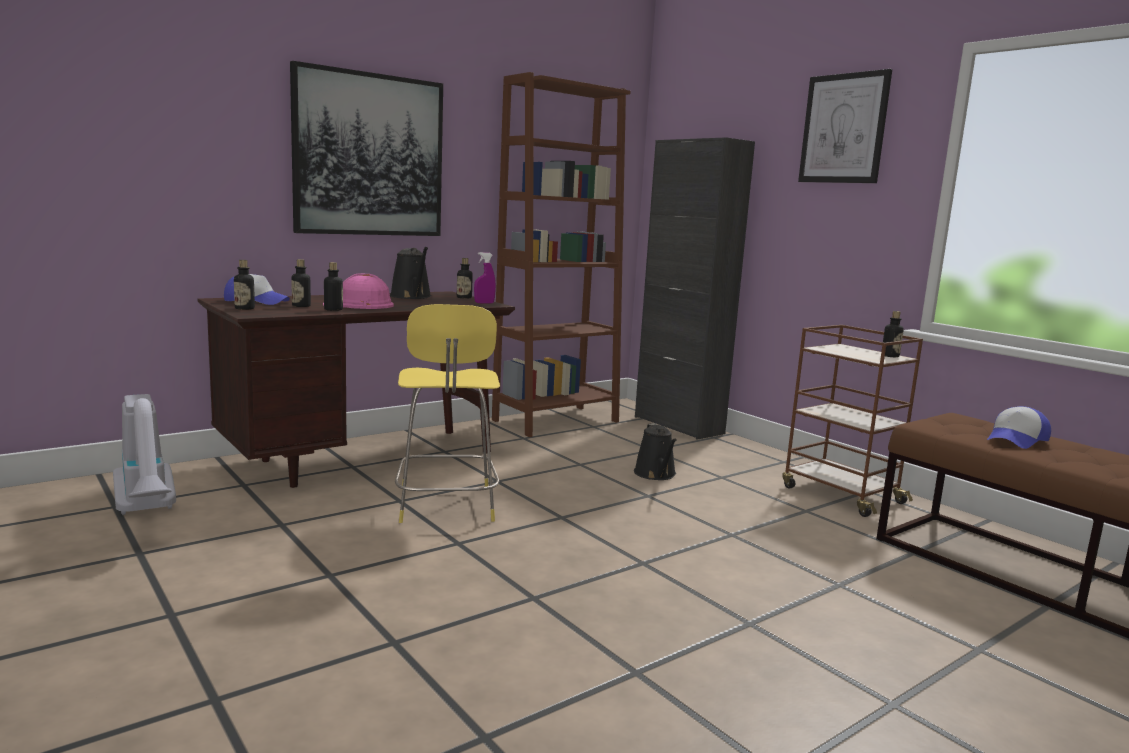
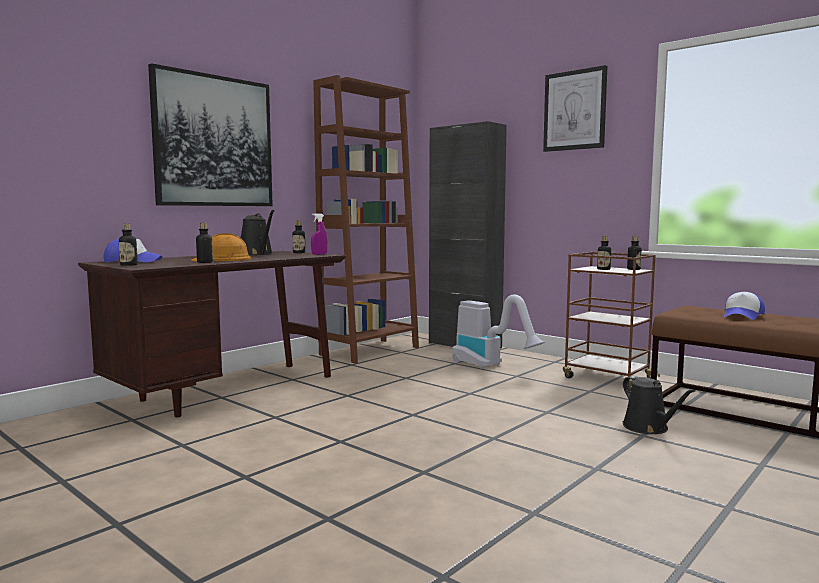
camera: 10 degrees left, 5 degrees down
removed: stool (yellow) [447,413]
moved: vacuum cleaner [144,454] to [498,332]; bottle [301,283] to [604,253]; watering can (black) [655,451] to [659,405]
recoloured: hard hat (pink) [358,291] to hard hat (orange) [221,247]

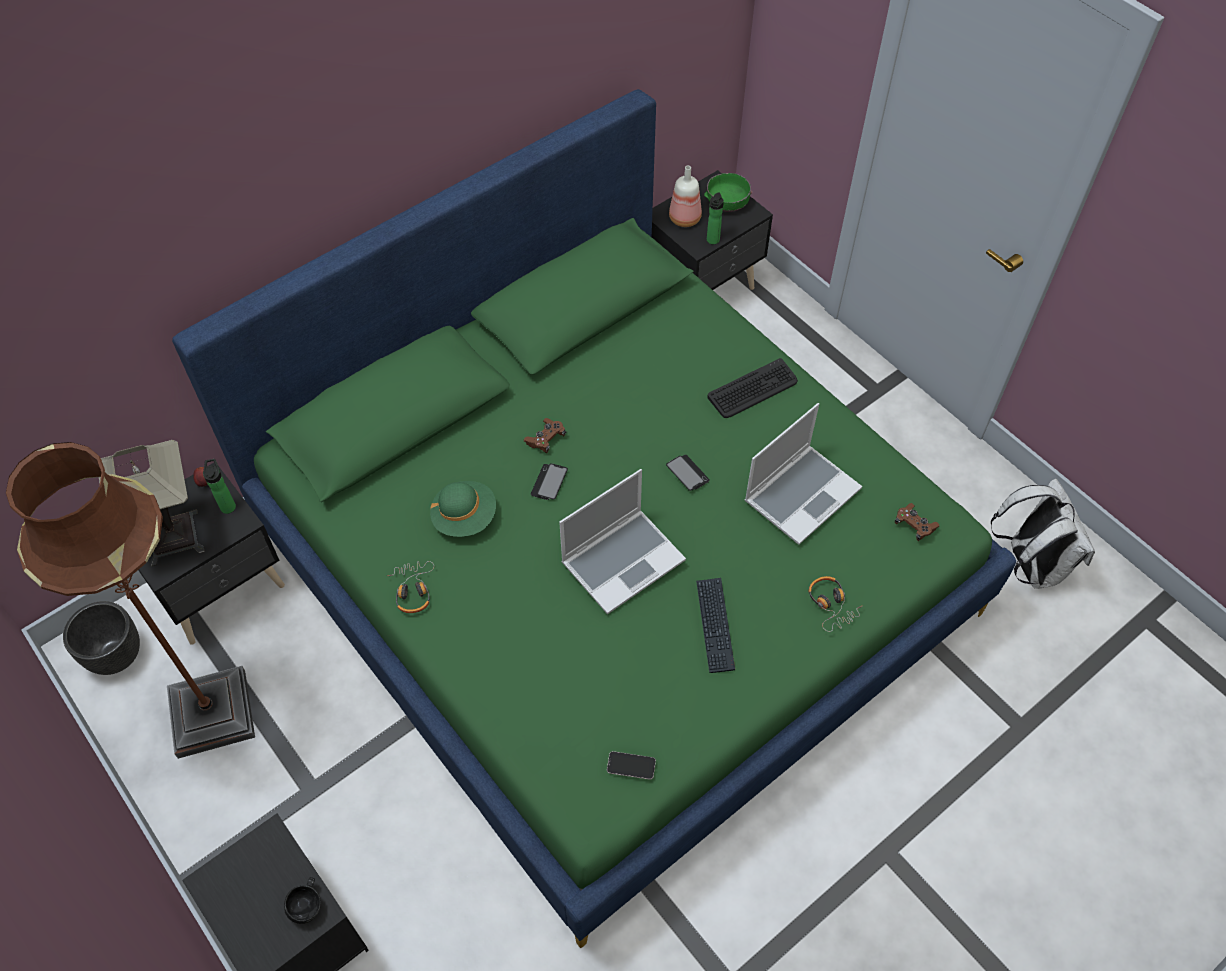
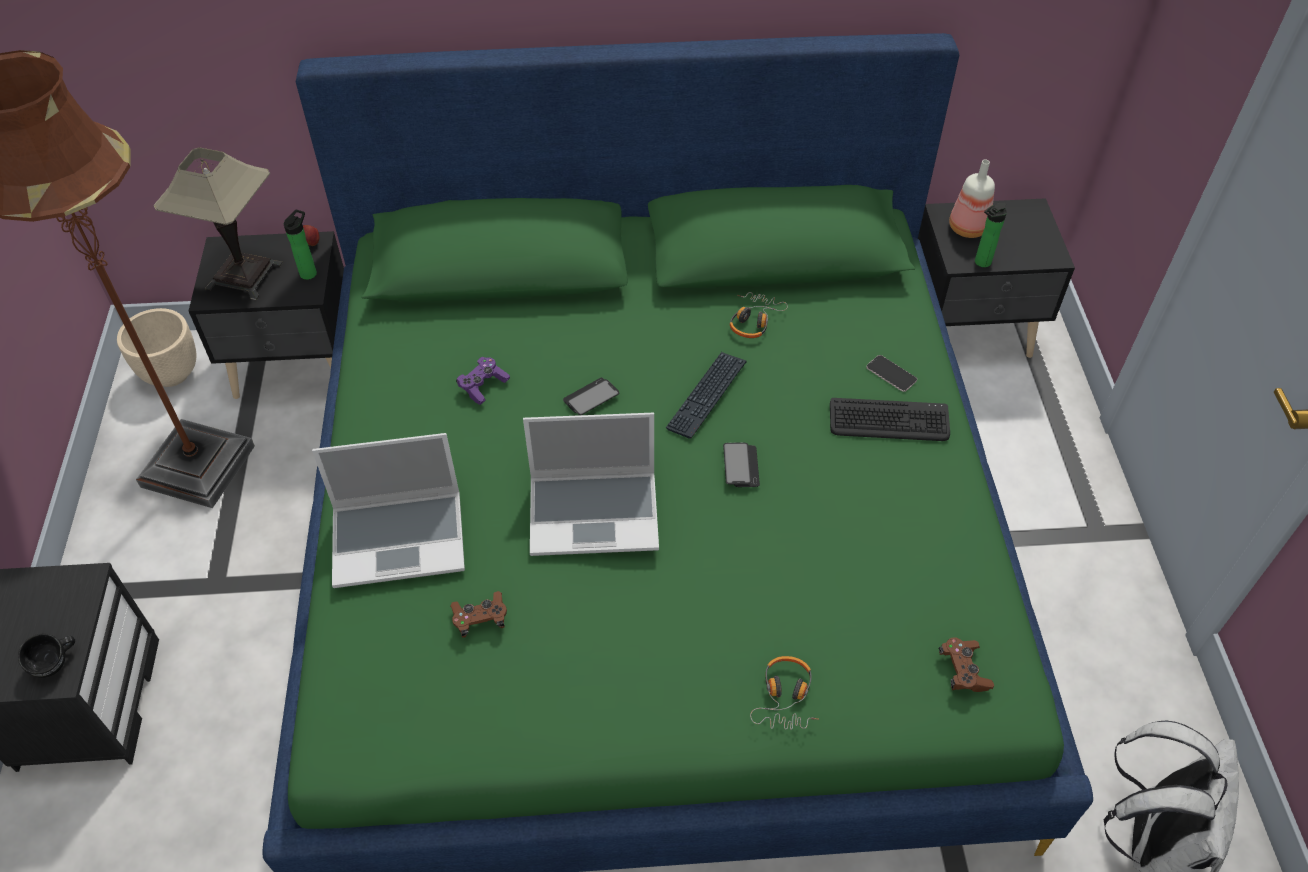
camera: 35 degrees right, 5 degrees down
removed: bowl (green) [728,192]
moved: headphones [411,587] to [759,315]; game controller (brown) [545,435] to [478,614]; phone [631,765] to [891,373]; keyboard [715,625] to [706,395]; laptop [803,474] to [388,510]
replaced: hat (green) [463,509] to game controller (purple) [483,381]
recoloured: planter (black) [101,638] to planter (beige) [156,347]

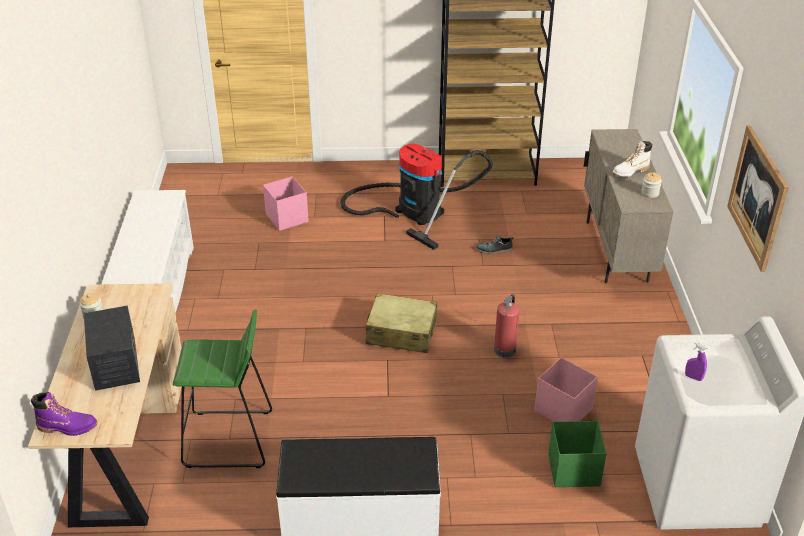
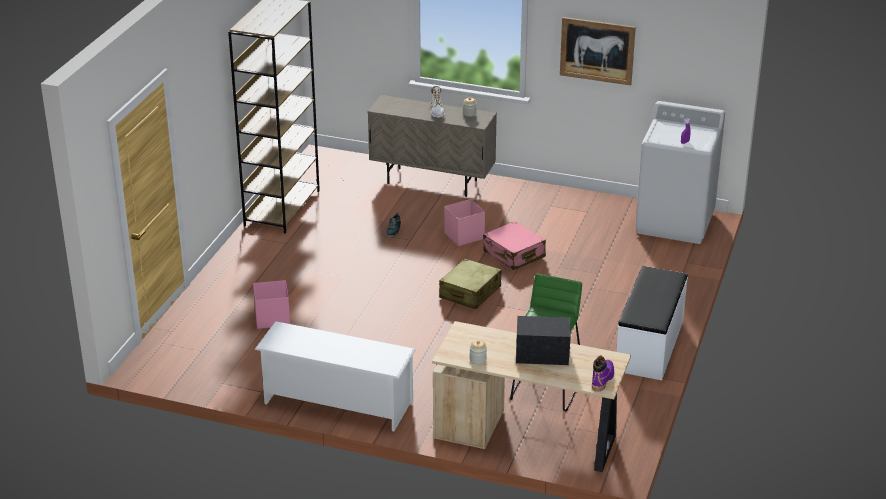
camera: 70 degrees left, 5 degrees down
removed: vacuum cleaner [416,196]; storage box (green) [577,454]
moved: storage box (pink) [566,389] to [465,222]
replaced: fire extinguisher [506,325] to suitcase (pink) [514,245]

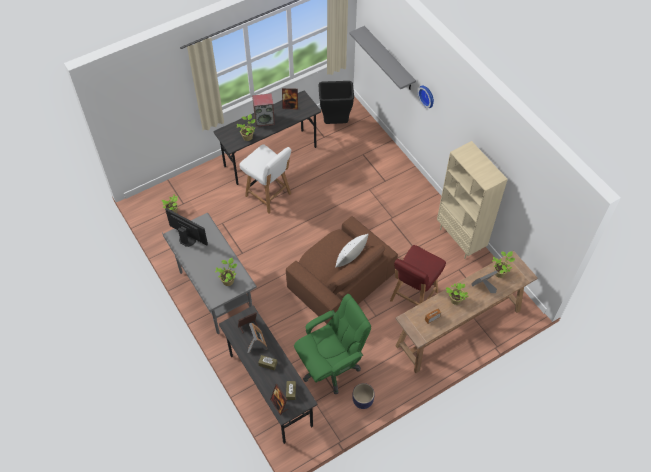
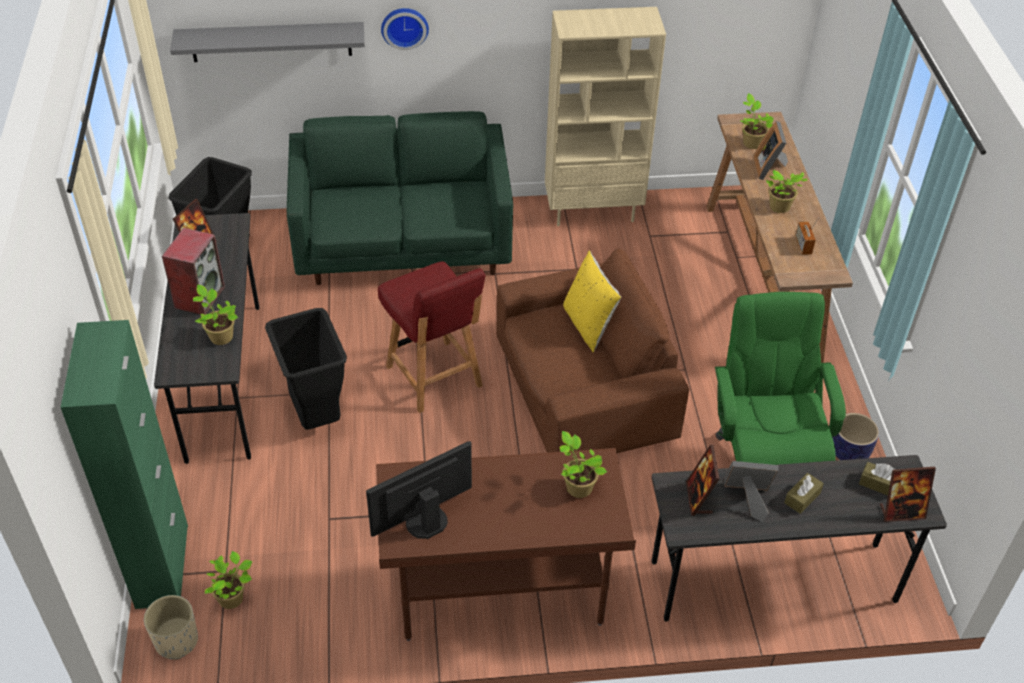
camera: 65 degrees left, 10 degrees down
added: cabinet (green) [124,464]; planter (beige) [171,627]; sofa (green) [400,198]
moved: chair (red) [418,275] to [431,337]
replaced: chair (white) [265,179] to trash can (black) [306,369]
recoloured: desk (grey) [209,273] to desk (brown) [506,544]; pillow (white) [352,250] to pillow (yellow) [592,302]

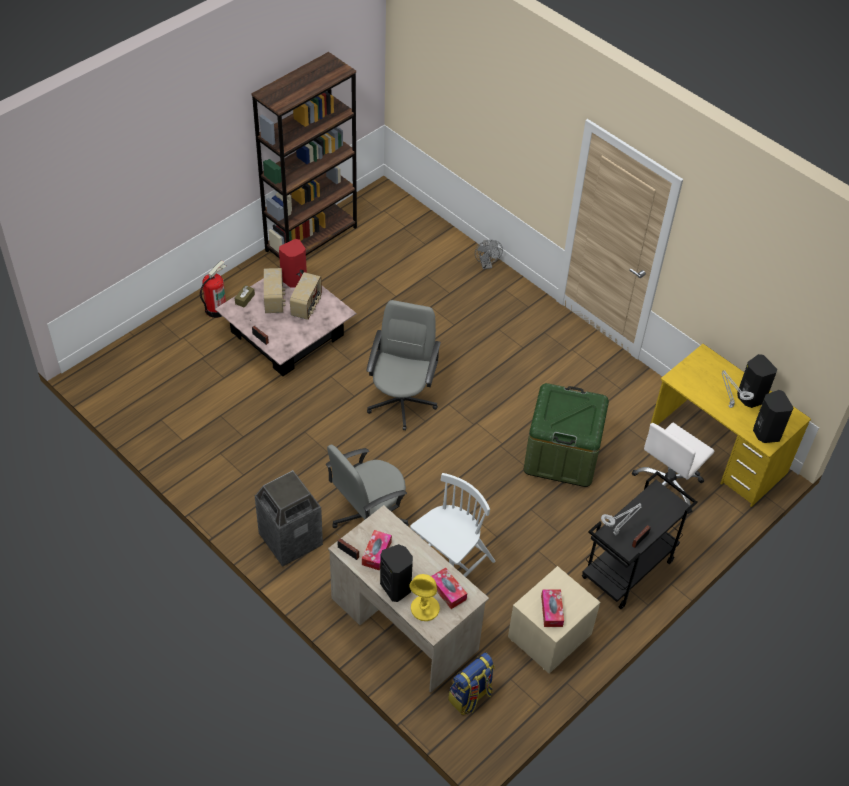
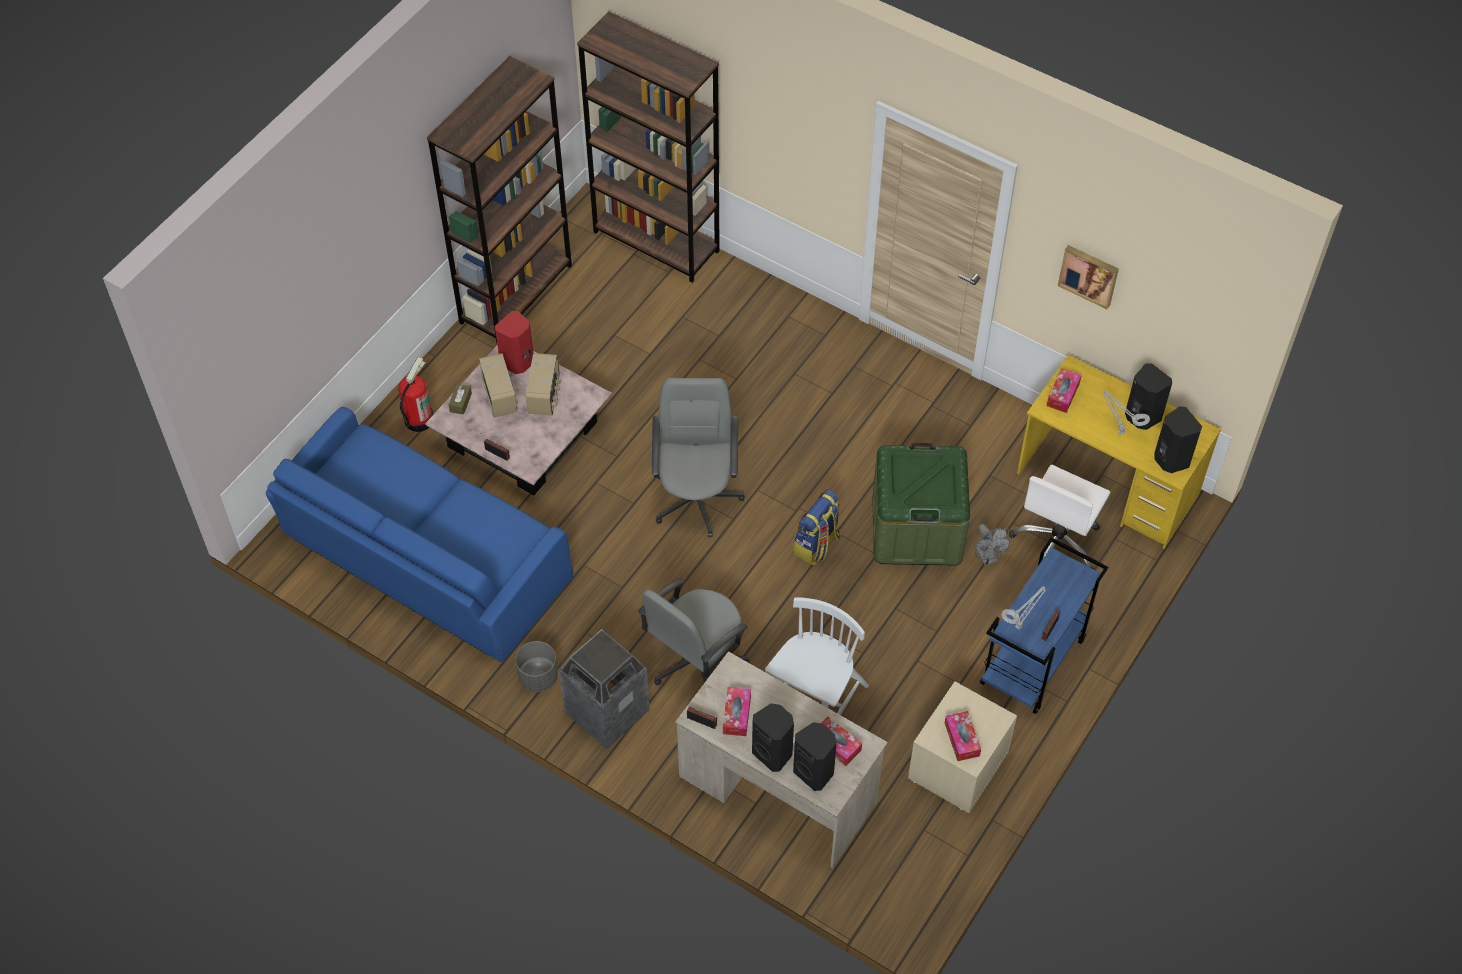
camera: 10 degrees left, 5 degrees up
added: sofa (blue) [419,534]; planter (grey) [536,666]; bookcase (brown) [648,147]; tissue box [1064,390]; picture [1088,277]
moved: backpack [471,683] to [817,527]; fan (grey) [489,254] to [993,545]
replaced: table lamp (yellow) [425,597] to speaker (black) [815,756]
recoloured: cart (black) [640,540] to cart (blue) [1043,625]

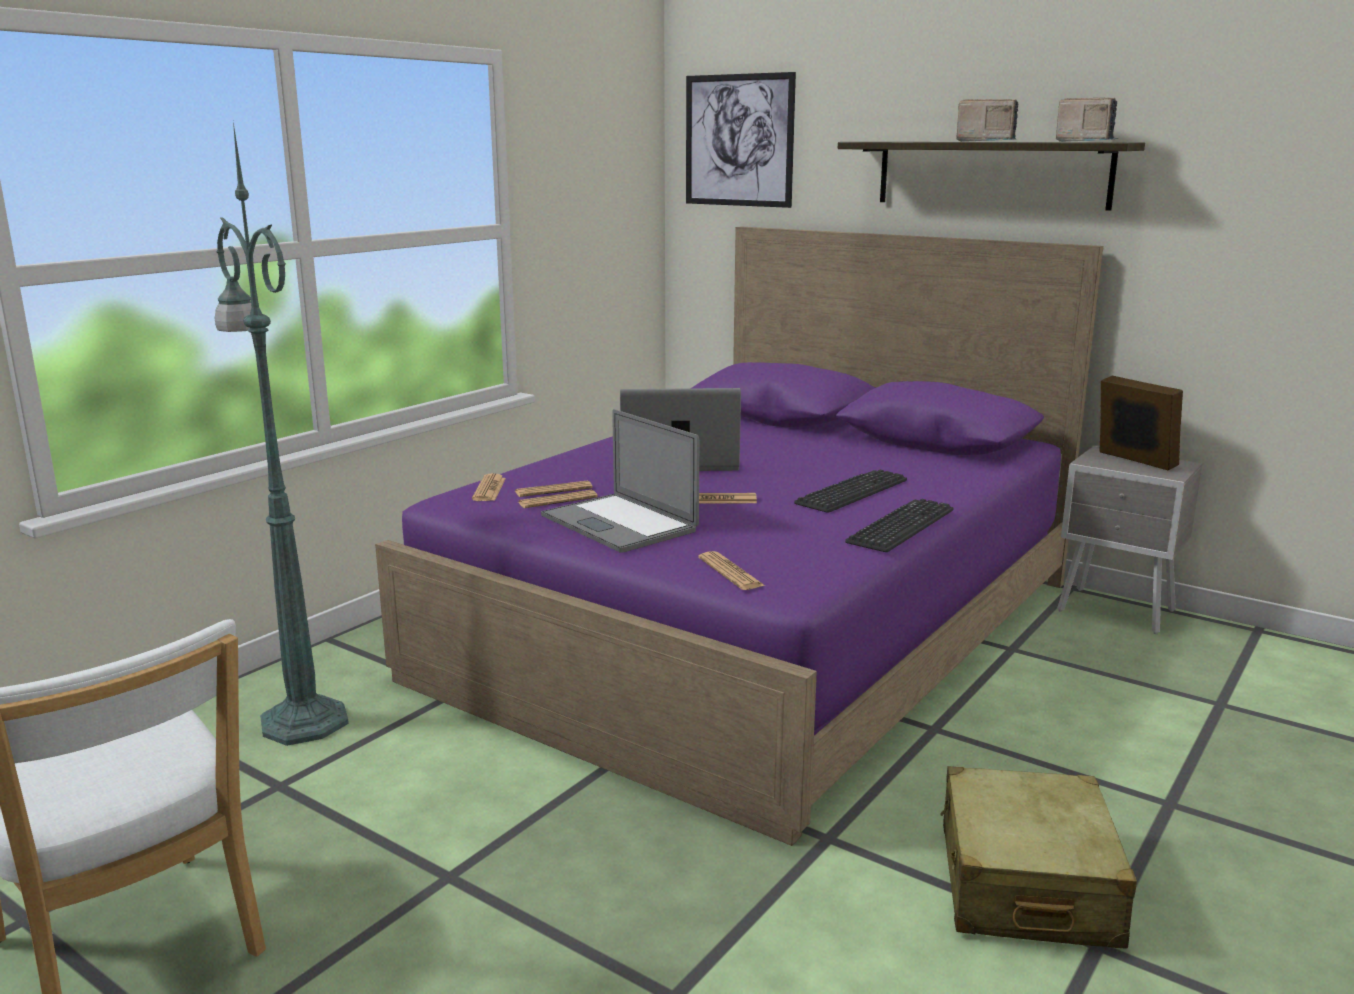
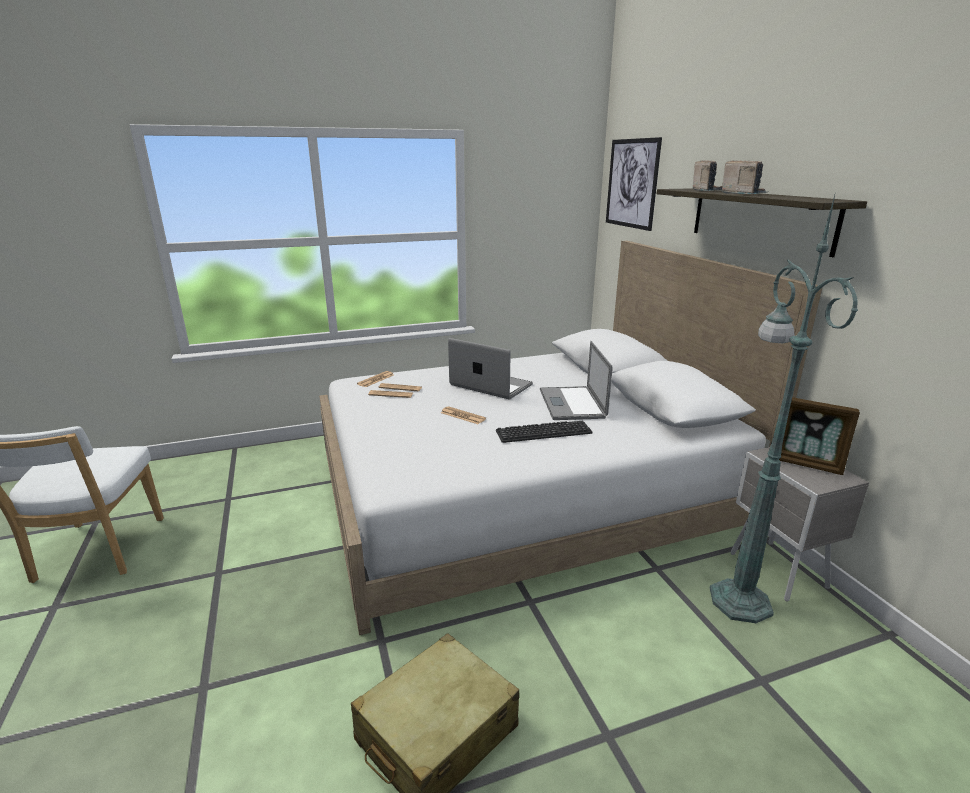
camera: 35 degrees right, 5 degrees up
removed: newspaper [731,570]; keyboard [899,525]
moved: floor lamp (green) [282,434] to [784,407]; laptop [620,481] to [576,380]; radio [1087,120] to [707,175]
recoloured: bed (purple) [739,536] to bed (white) [570,438]
turned: picture frame [1141,423] = [819,436] 120 degrees clockwise

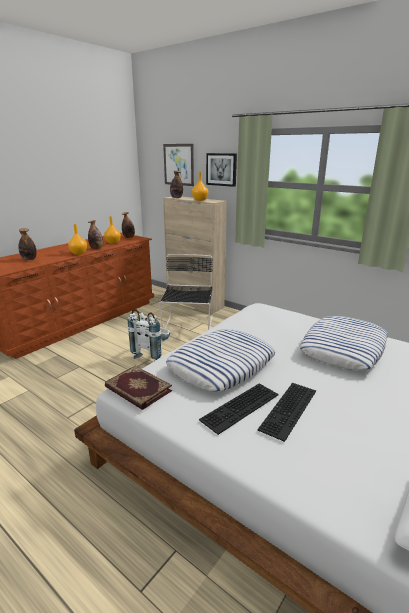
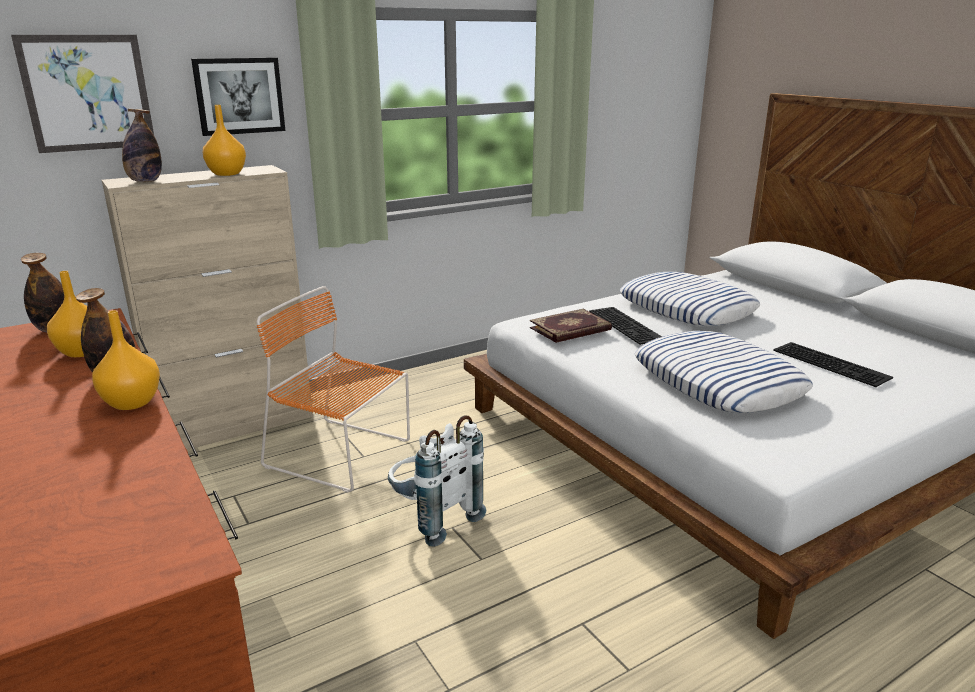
camera: 70 degrees left, 0 degrees up
removed: bottle [27,244]
moved: book [138,388] to [571,326]; keyboard [239,409] to [625,326]
recoloured: chair (black) [186,293] to chair (orange) [333,389]

